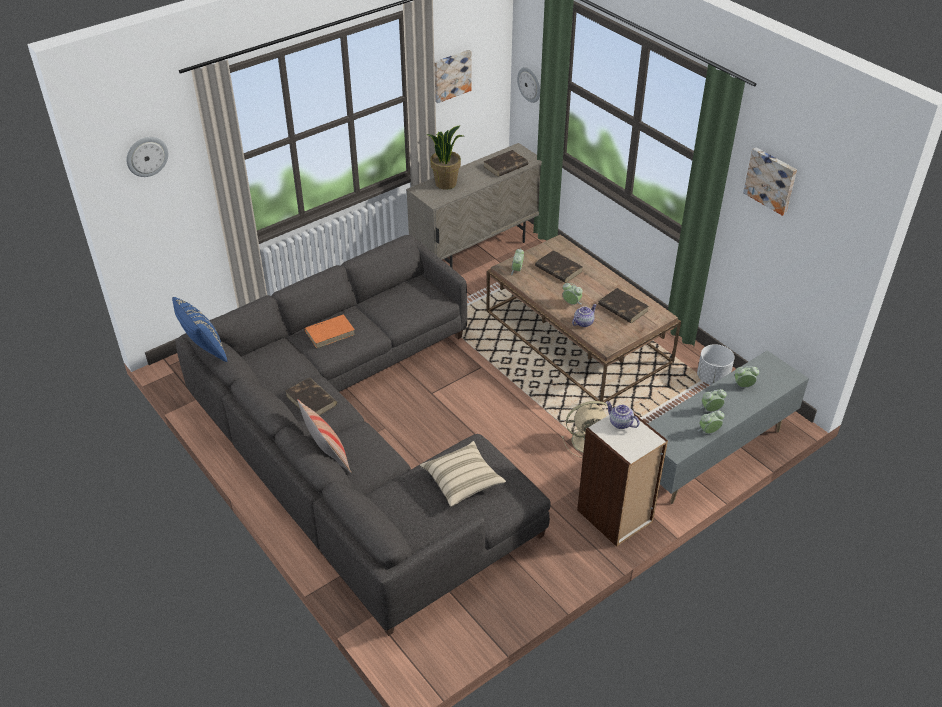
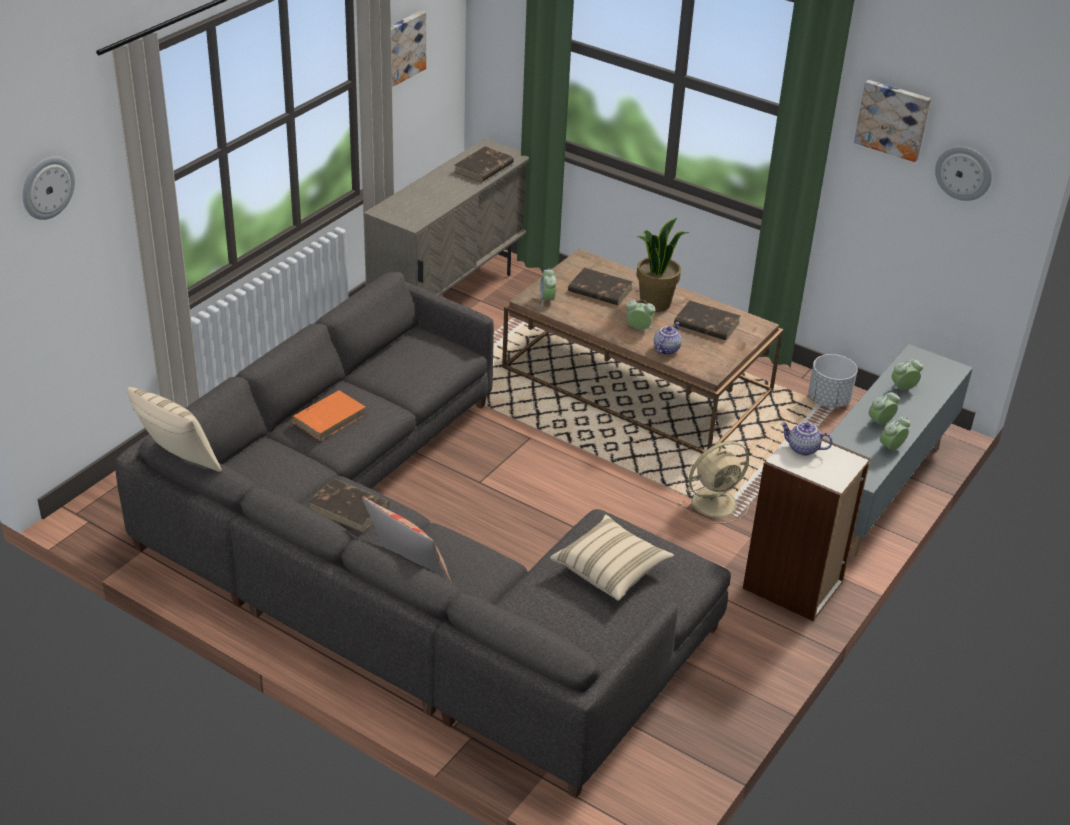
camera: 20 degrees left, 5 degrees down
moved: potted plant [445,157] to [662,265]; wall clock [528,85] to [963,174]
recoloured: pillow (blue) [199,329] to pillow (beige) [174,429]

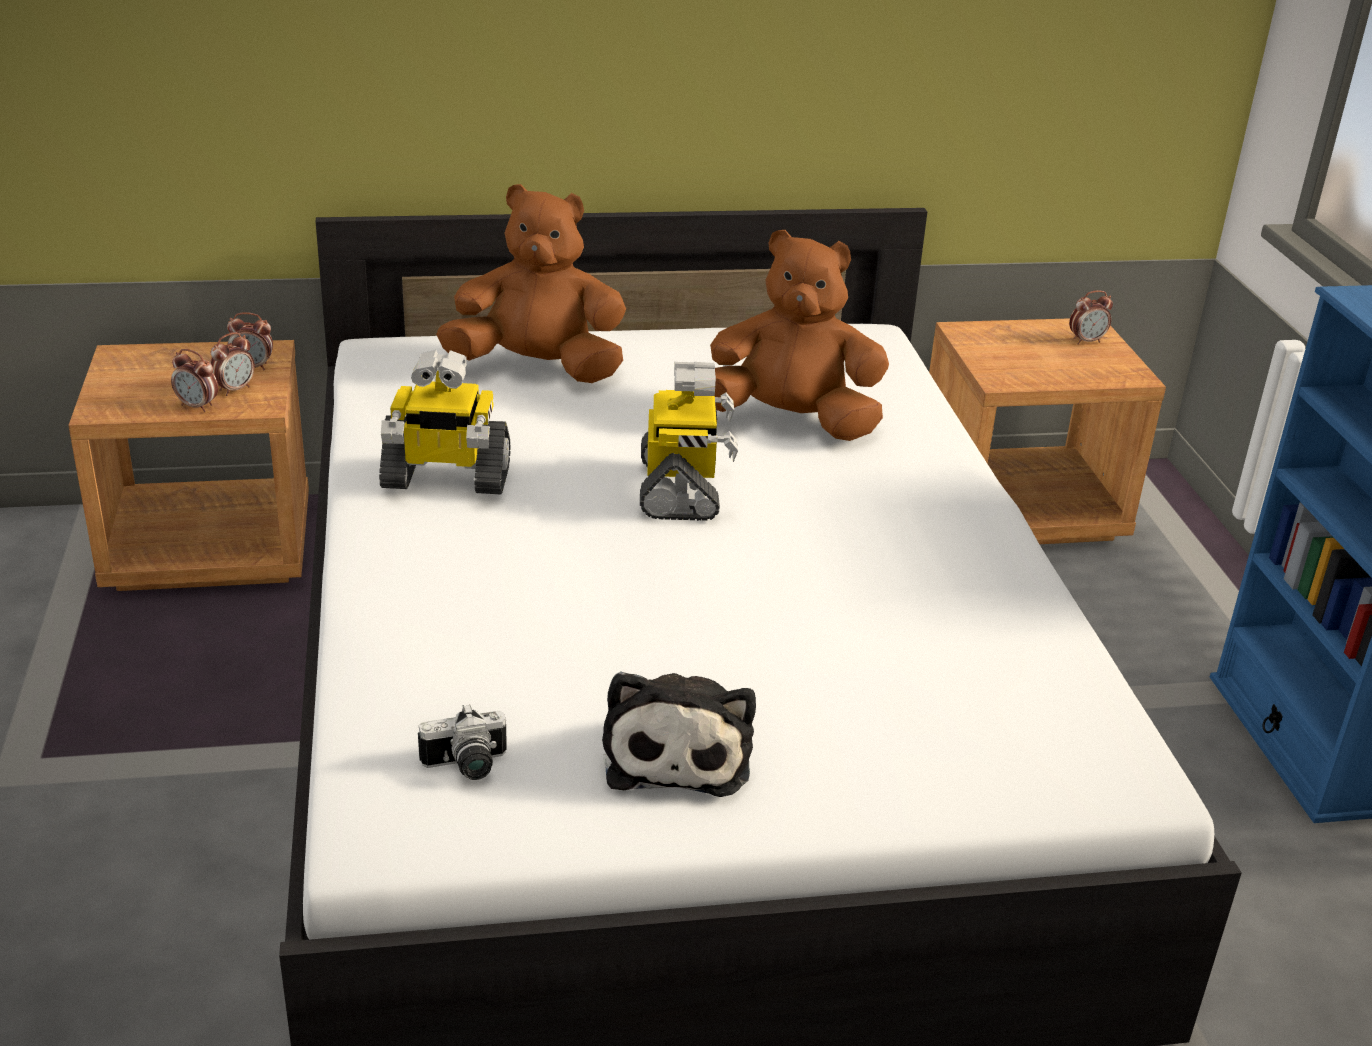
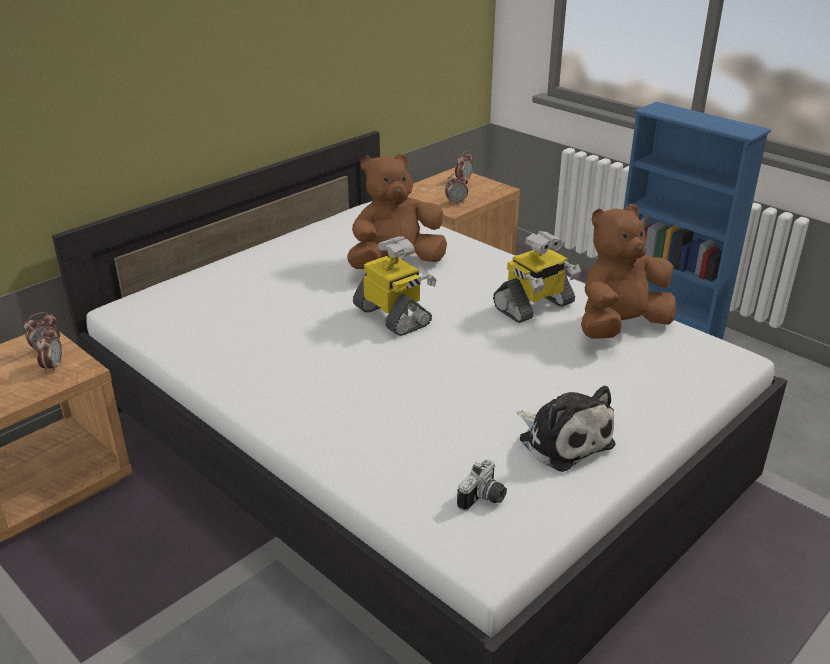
camera: 35 degrees left, 0 degrees up
moved: alarm clock [194,380] to [456,188]; toy robot [445,422] to [537,277]; plush toy (brown) [531,283] to [628,271]

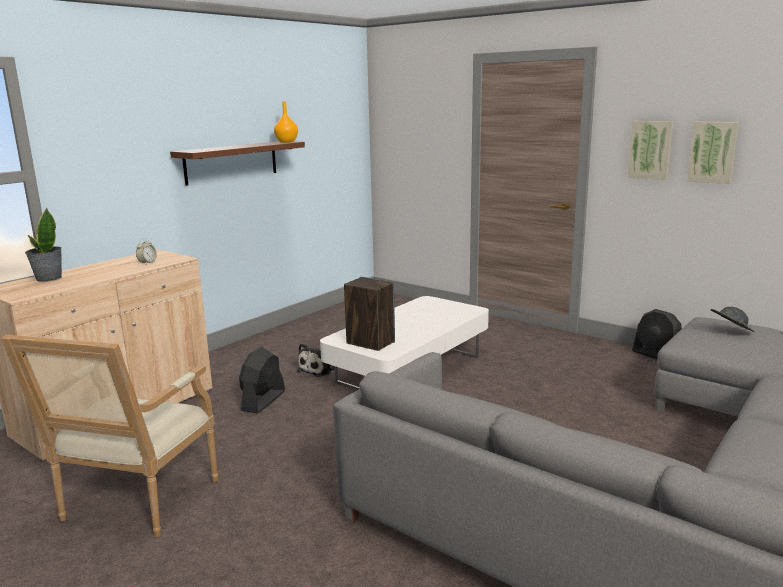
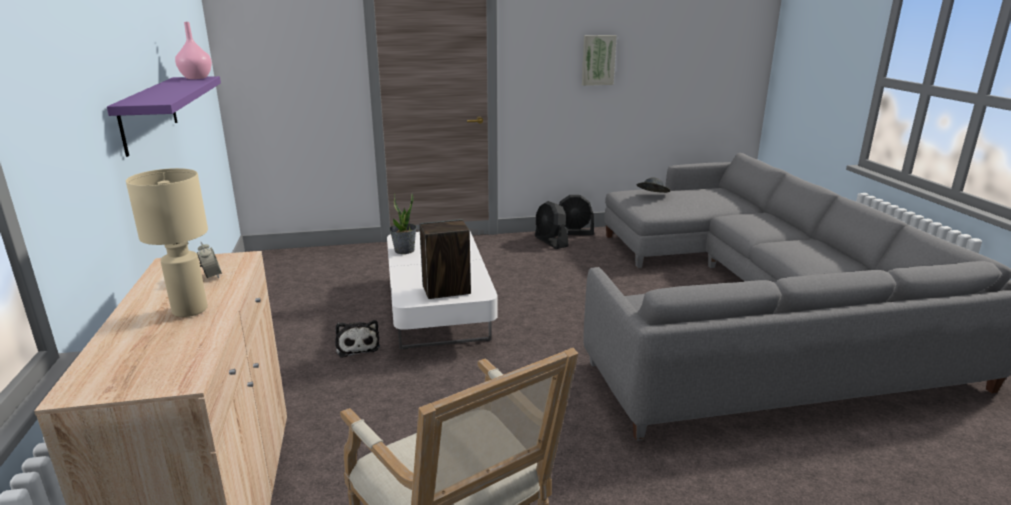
camera: 50 degrees left, 5 degrees up
removed: picture [651,150]
added: table lamp (beige) [167,242]
moved: potted plant [43,245] to [403,223]; fan (black) [262,380] to [552,225]
recoloured: shelf (brown) [237,163] to shelf (purple) [164,116]; vase (orange) [286,121] to vase (pink) [193,50]

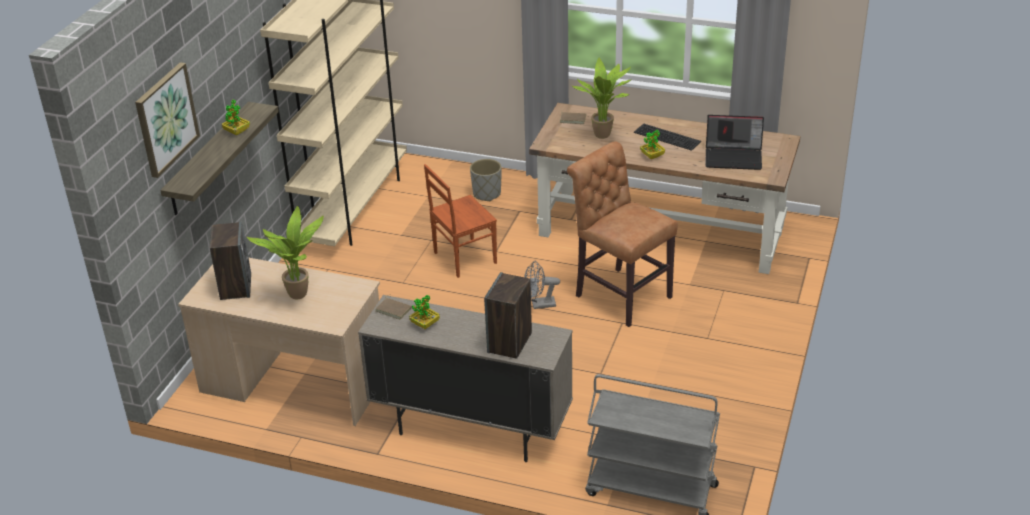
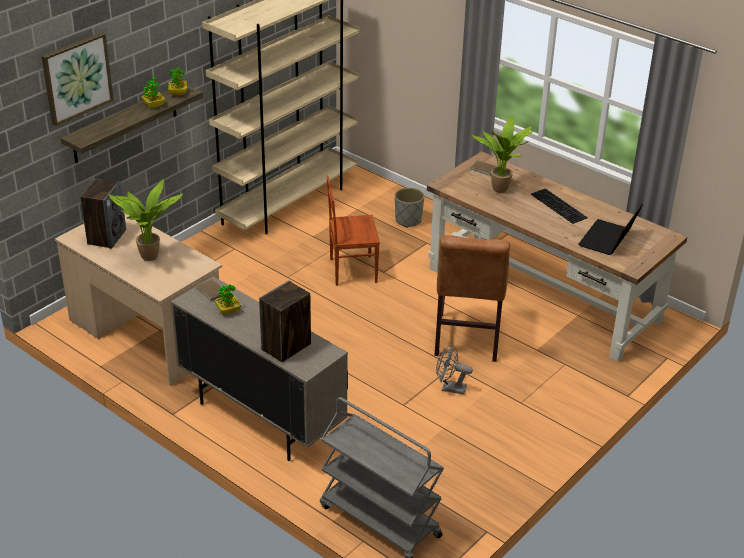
camera: 20 degrees right, 0 degrees up
moved: fan (grey) [542,285] to [454,369]; potted plant [652,144] to [177,81]
turned: chair (brown) [622,234] = [472,298] 150 degrees counterclockwise; laptop [734,142] = [610,229] 90 degrees clockwise

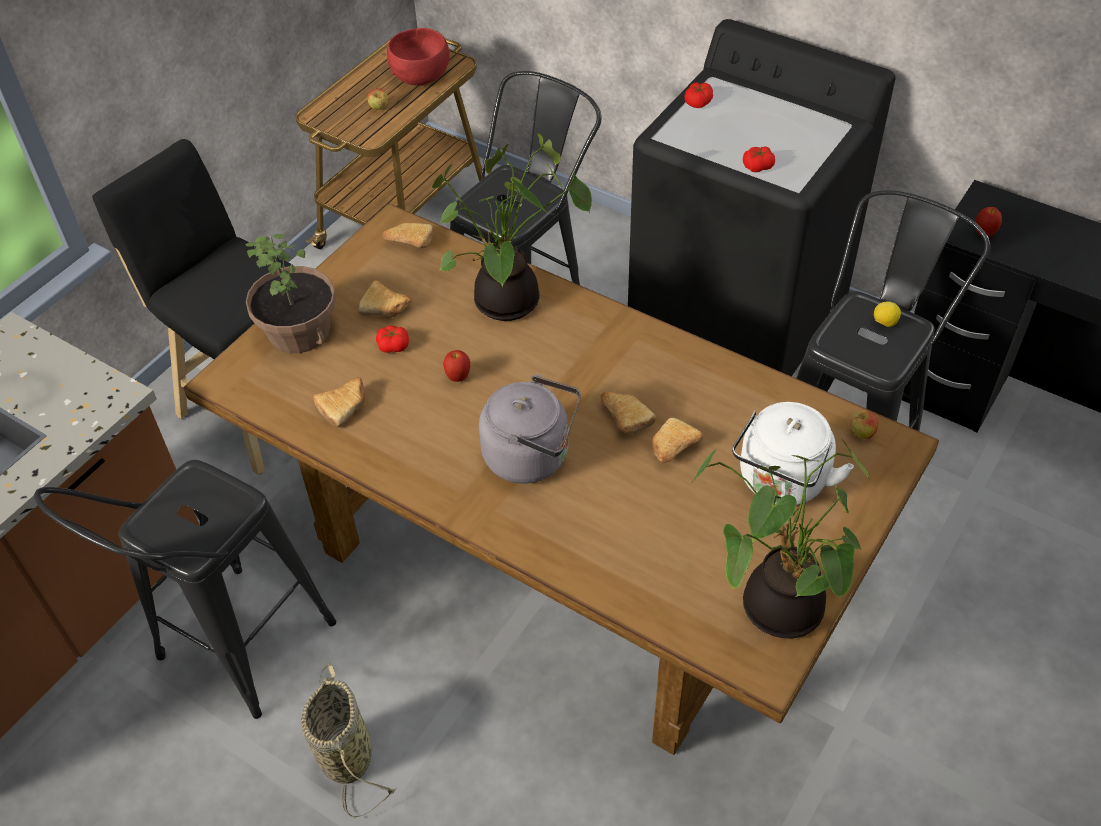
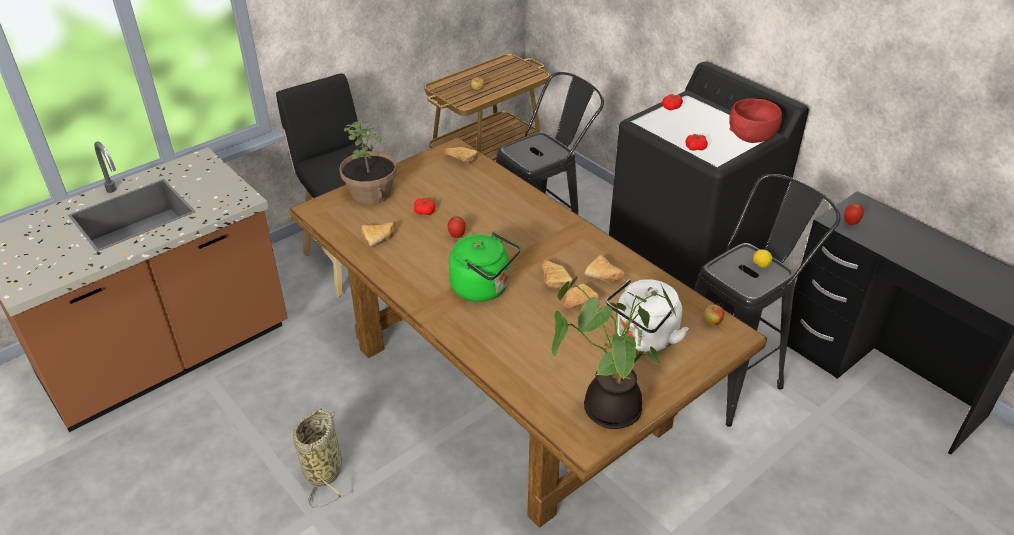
camera: 15 degrees right, 10 degrees down
removed: stool (black) [185,589]; potted plant [512,227]
moved: bread [385,298] to [605,269]; bowl (red) [418,57] to [755,121]
recoloured: kettle (grey) [530,429] to kettle (green) [485,266]

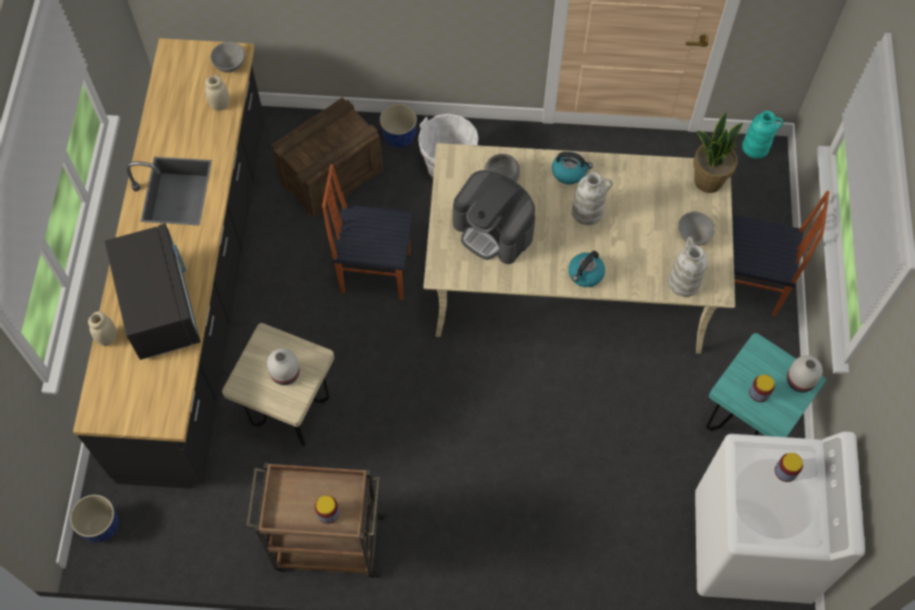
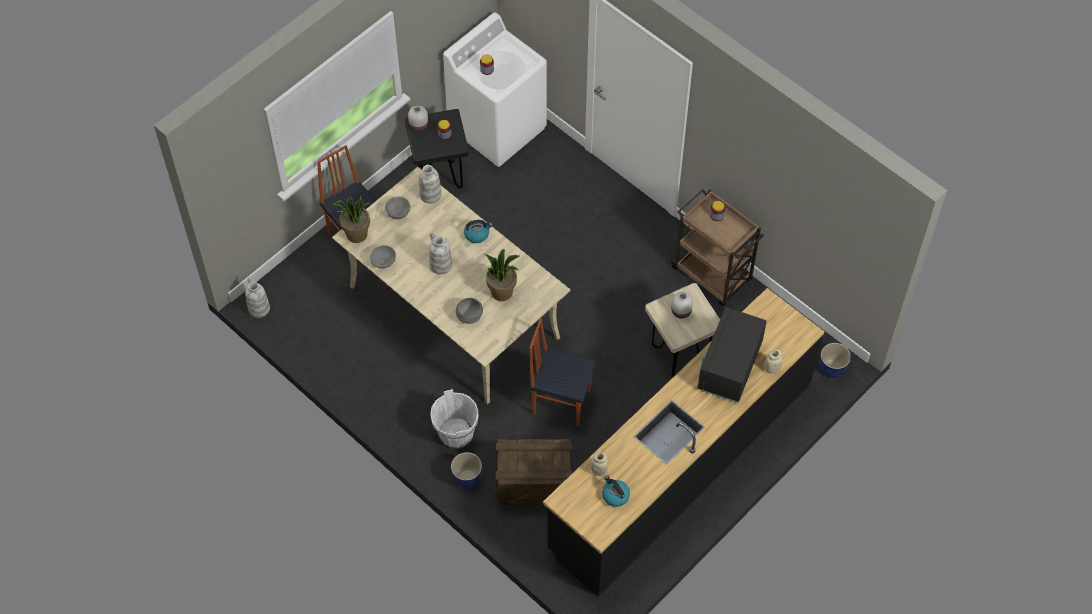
camera: 140 degrees left, 5 degrees down
moved: bowl (grey) [228,57] to [383,256]; kettle [572,168] to [616,491]
replaced: coffee machine [494,217] to potted plant [502,275]
recoloured: stool (turquoise) [766,385] to stool (black) [437,149]; vase (turquoise) [762,135] to vase (white) [257,297]
turned: chair [368,232] = [563,372] 150 degrees clockwise

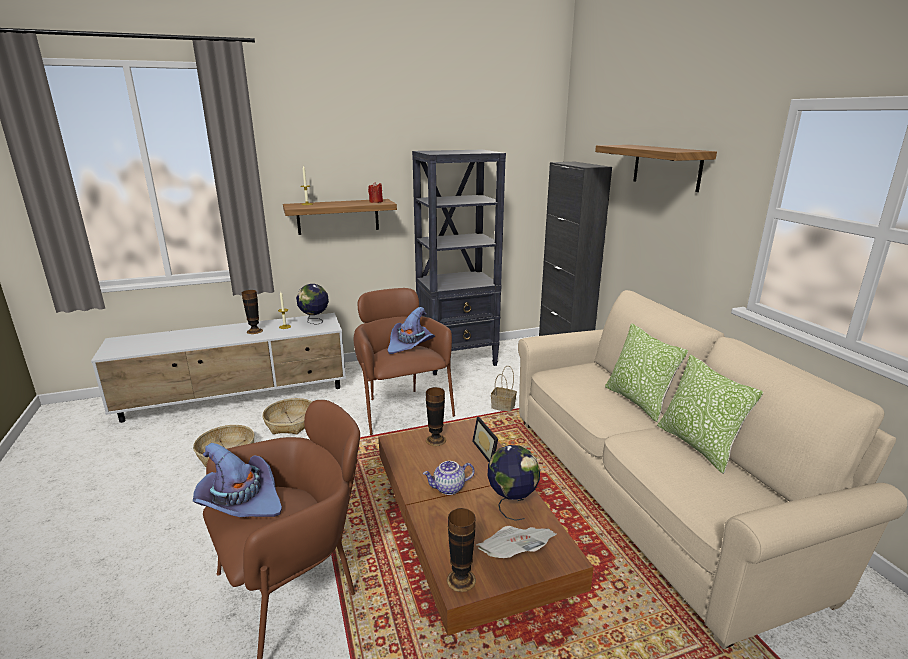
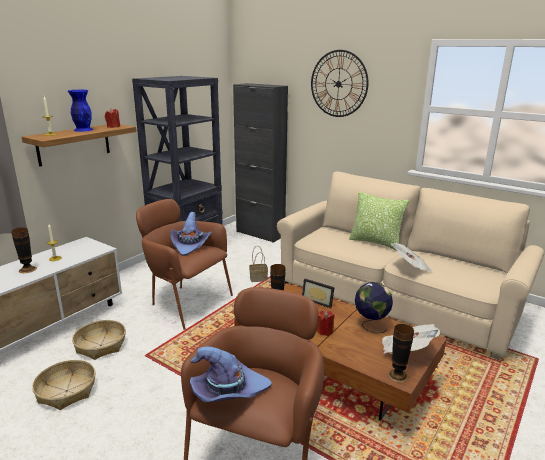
camera: 35 degrees left, 0 degrees up
removed: globe [312,304]; pillow [710,414]
added: vase (blue) [81,111]; newspaper [412,258]
replaced: teapot [449,478] to candle (red) [325,323]; shelf [656,168] to wall clock [340,83]

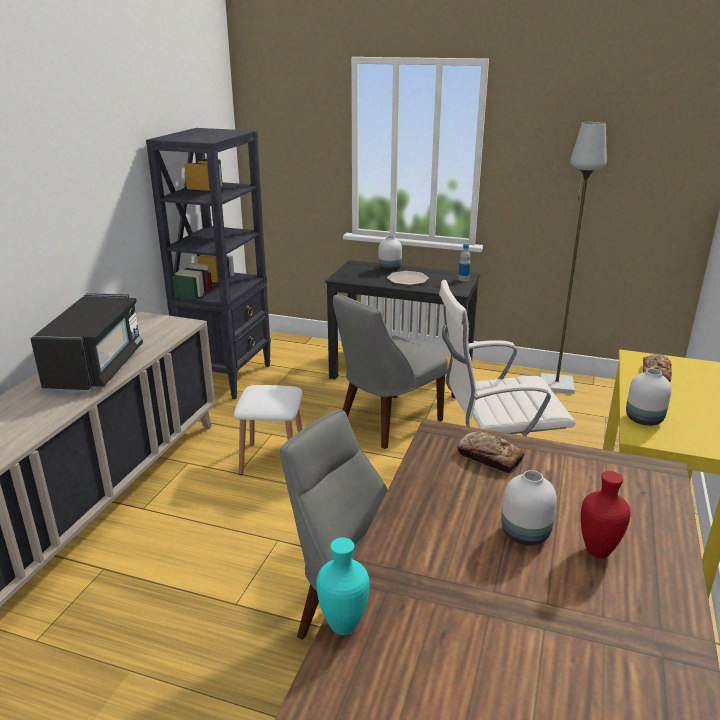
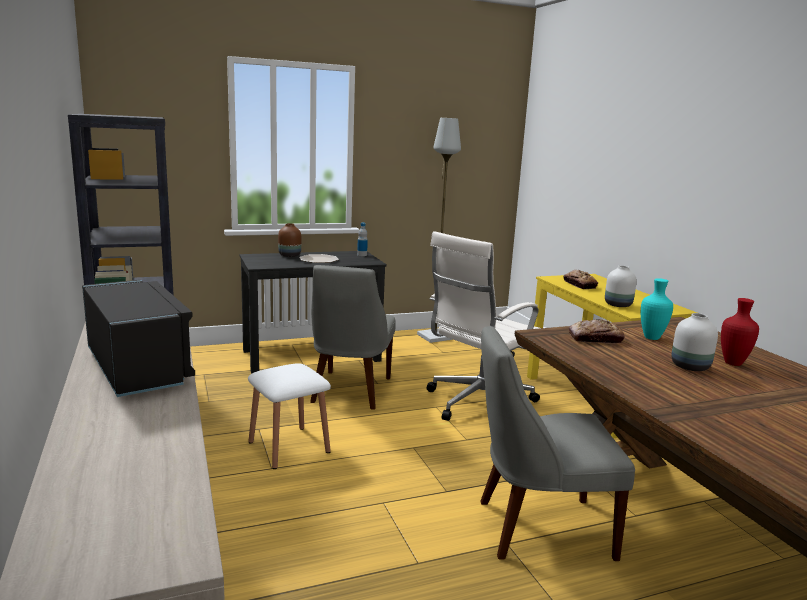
camera: 40 degrees left, 10 degrees down
moved: vase (turquoise) [342,586] to [657,309]
recoloured: vase (white) [390,253] to vase (brown) [289,240]

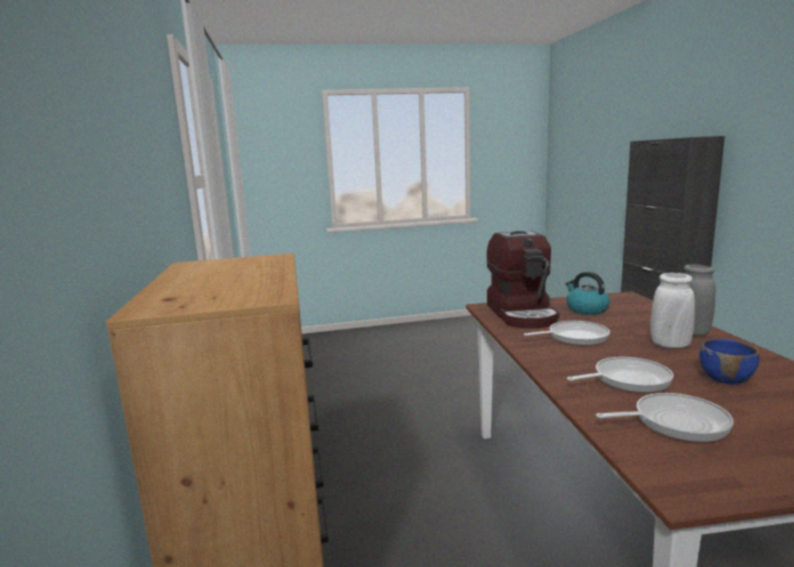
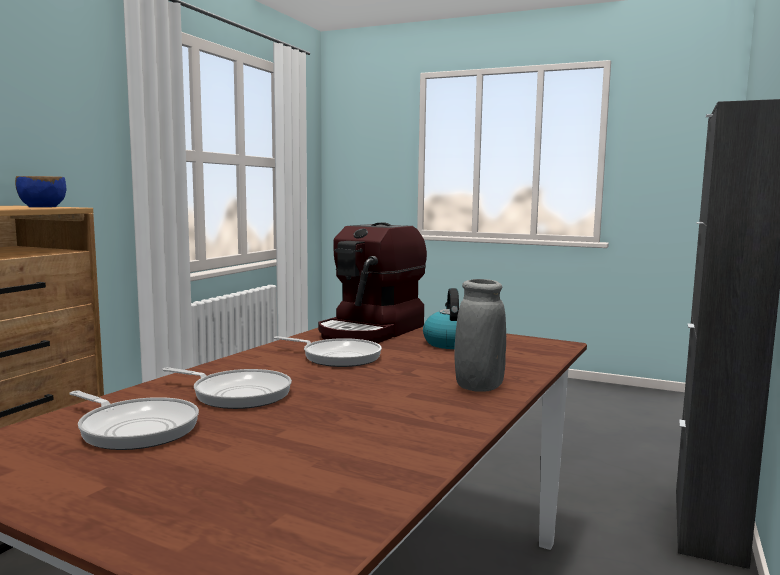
camera: 35 degrees right, 5 degrees down
removed: vase (white) [672,310]
moved: bowl (blue) [729,362] to [40,191]

